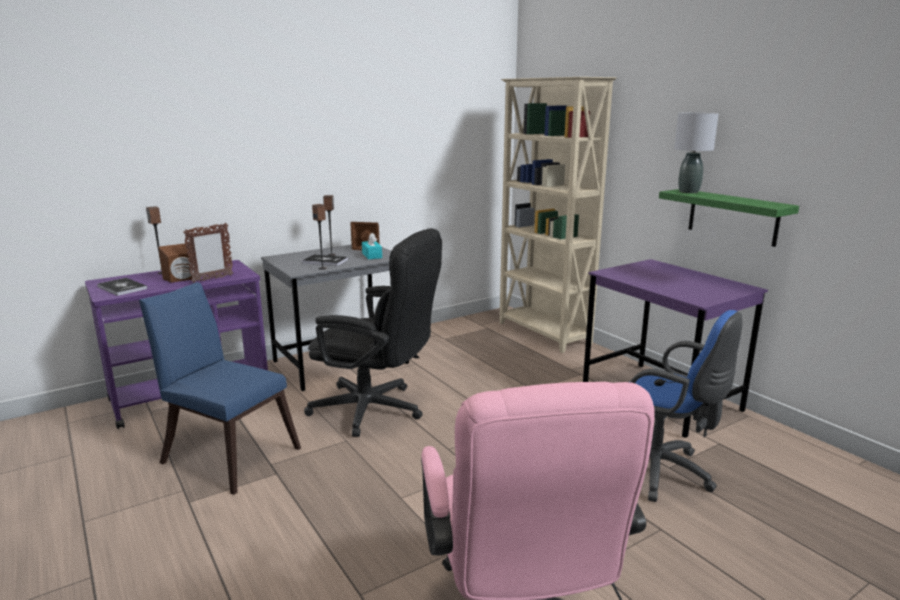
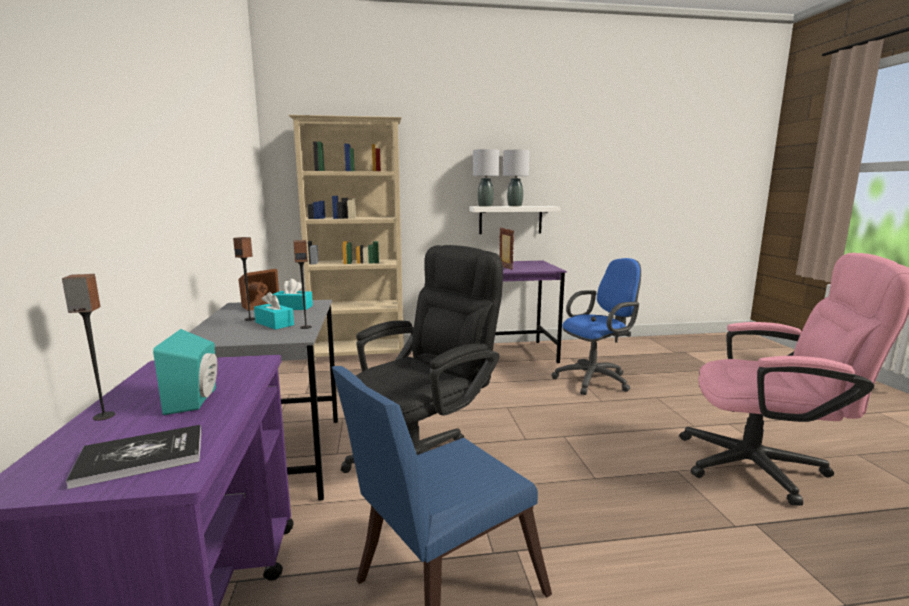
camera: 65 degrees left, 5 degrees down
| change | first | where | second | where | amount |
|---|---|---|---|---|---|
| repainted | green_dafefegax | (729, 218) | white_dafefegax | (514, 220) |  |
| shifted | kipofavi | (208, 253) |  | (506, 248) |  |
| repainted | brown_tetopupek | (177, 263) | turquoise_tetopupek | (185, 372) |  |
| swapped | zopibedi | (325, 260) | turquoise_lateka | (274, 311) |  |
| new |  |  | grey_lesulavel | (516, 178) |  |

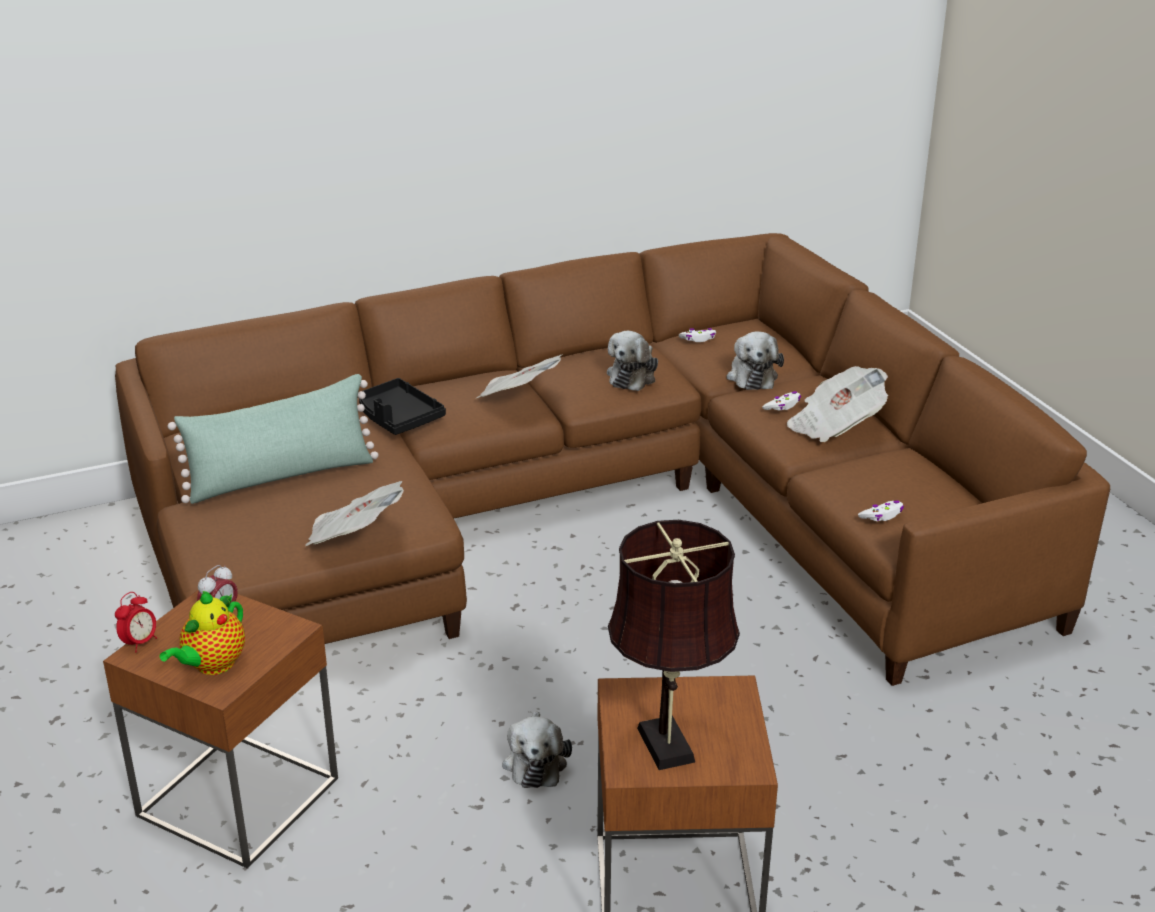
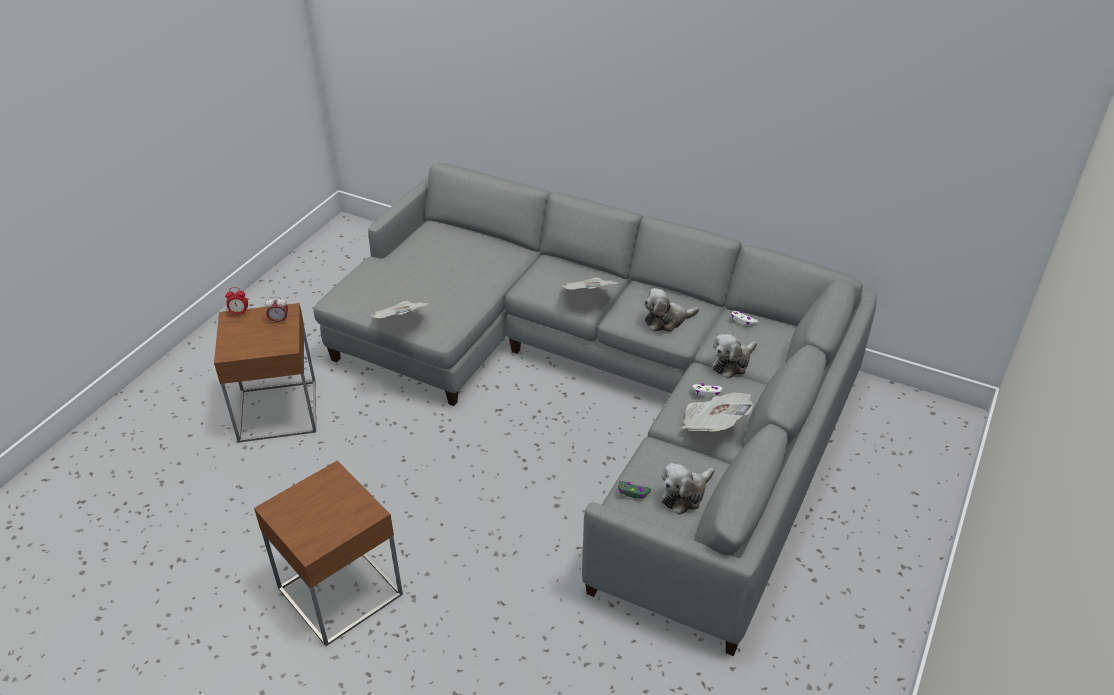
camera: 50 degrees right, 10 degrees up
| change | first | where | second | where | amount |
|---|---|---|---|---|---|
| repainted | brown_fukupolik | (612, 459) | grey_fukupolik | (595, 409) |  |
| gone | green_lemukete | (273, 439) |  |  |  |
| gone | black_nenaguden | (402, 406) |  |  |  |
| repainted | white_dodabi | (881, 510) | green_dodabi | (634, 489) |  |
| gone | brown_lesulavel | (674, 645) |  |  |  |
| gone | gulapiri | (202, 633) |  |  |  |
| shifted | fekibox | (537, 749) |  | (688, 489) |  |

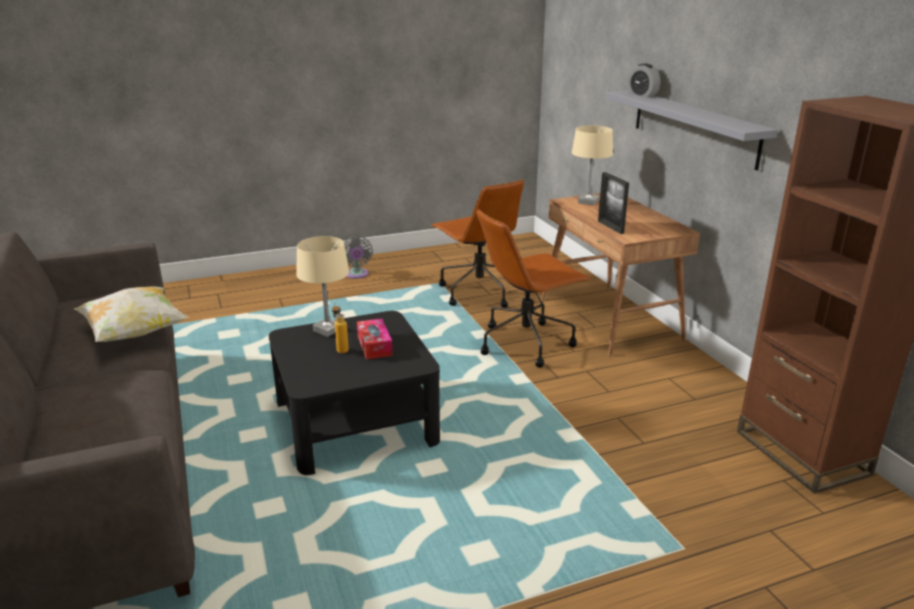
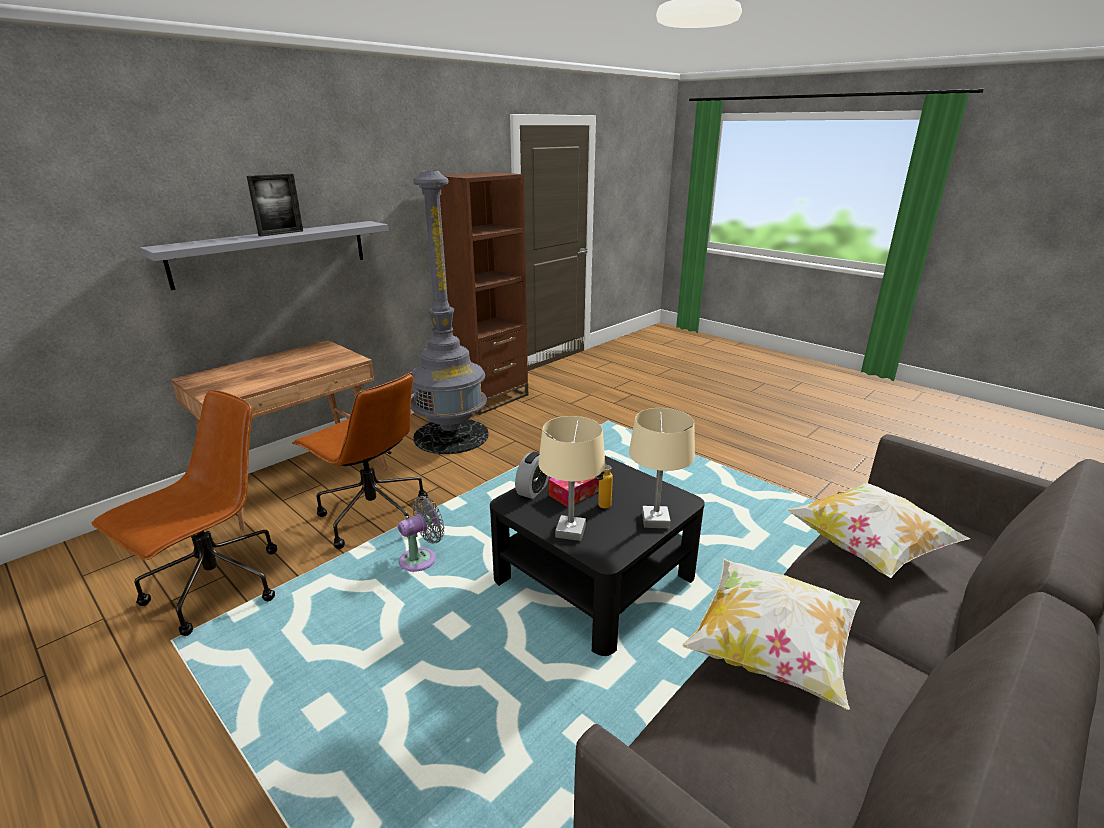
camera: 115 degrees left, 0 degrees up
| change | first | where | second | where | amount |
|---|---|---|---|---|---|
| shifted | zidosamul | (643, 80) |  | (532, 475) |  |
| shifted | beige_lesulavel | (592, 166) |  | (662, 468) |  |
| shifted | kipofavi | (613, 203) |  | (275, 205) |  |
| shifted | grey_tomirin | (358, 257) |  | (421, 534) |  |
| new |  |  | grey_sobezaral | (449, 312) |  |
| new |  |  | lemukete | (879, 530) |  |

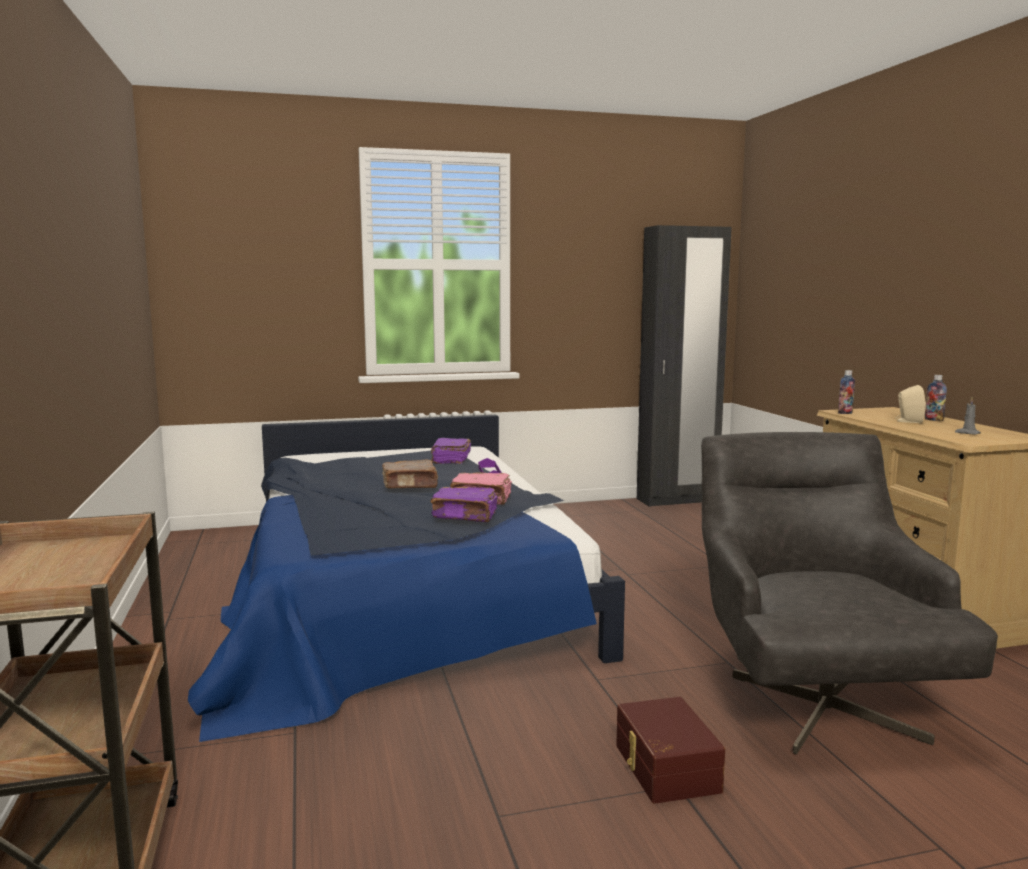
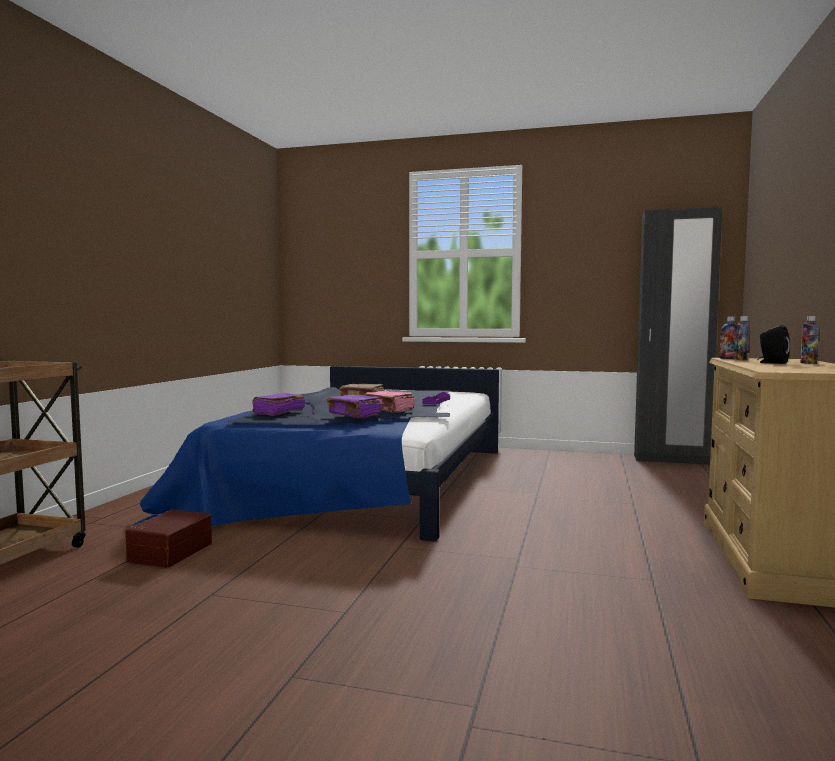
camera: 30 degrees right, 5 degrees down
| change | first | where | second | where | amount |
|---|---|---|---|---|---|
| repainted | beige_tetopupek | (910, 404) | black_tetopupek | (773, 344) |  |
| gone | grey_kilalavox | (968, 416) |  |  |  |
| gone | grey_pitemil | (849, 593) |  |  |  |
| shifted | purple_zopibedi | (451, 451) |  | (278, 404) |  |
| shifted | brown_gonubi | (670, 750) |  | (168, 538) |  |
| new |  |  | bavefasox | (743, 338) |  |

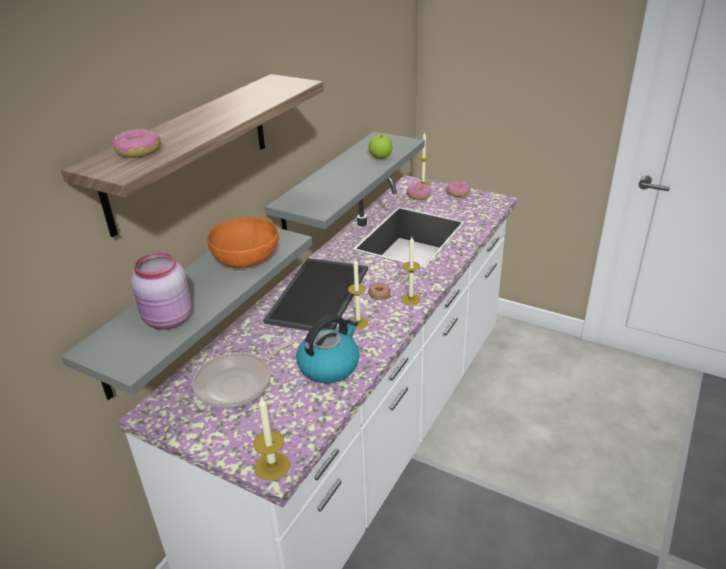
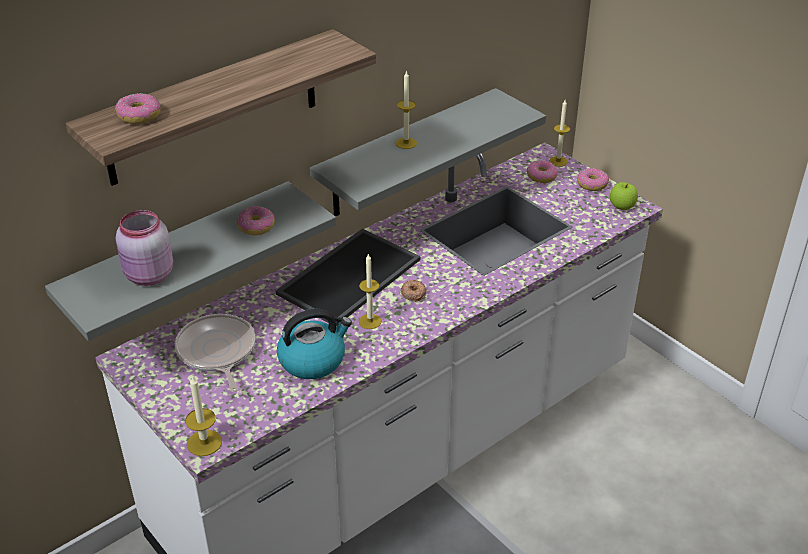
camera: 20 degrees right, 5 degrees up
| change | first | where | second | where | amount |
|---|---|---|---|---|---|
| shifted | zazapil | (381, 147) |  | (624, 196) |  |
| swapped | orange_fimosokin | (243, 242) | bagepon | (256, 221) |  |
| shifted | kilalavox | (411, 271) |  | (406, 109) |  |
| rotated | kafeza | (243, 373) |  | (215, 353) | 90 degrees clockwise |

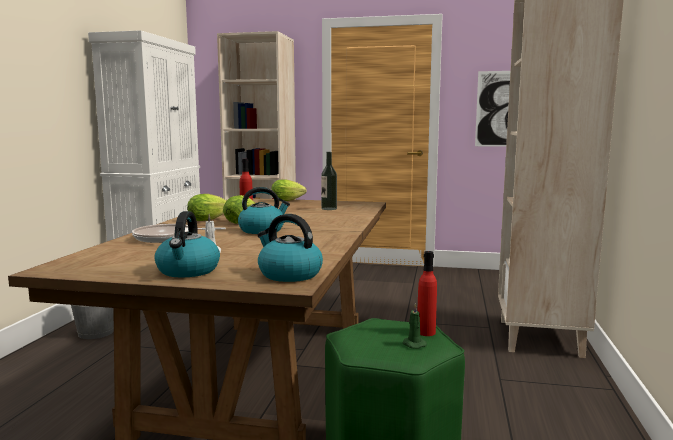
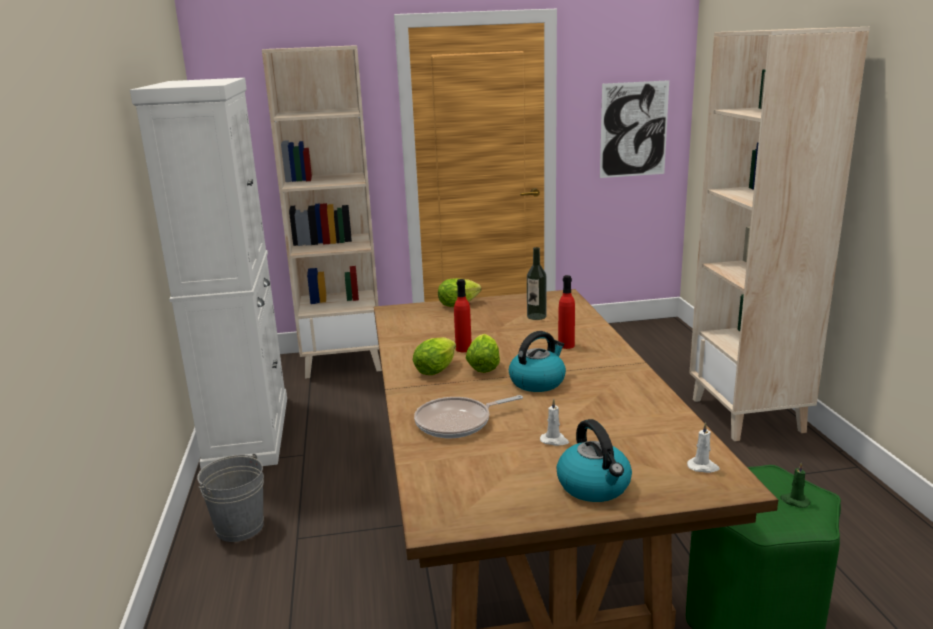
camera: 20 degrees left, 10 degrees up
| change | first | where | second | where | amount |
|---|---|---|---|---|---|
| swapped | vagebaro | (290, 248) | white_kilalavox | (703, 447) |  |
| shifted | red_bavefasox | (427, 293) |  | (566, 312) |  |

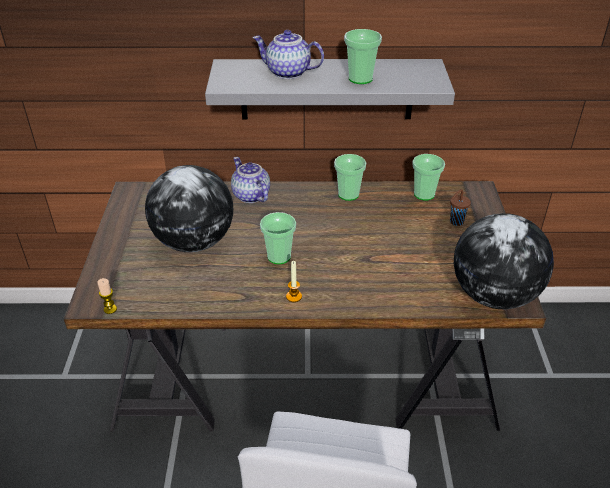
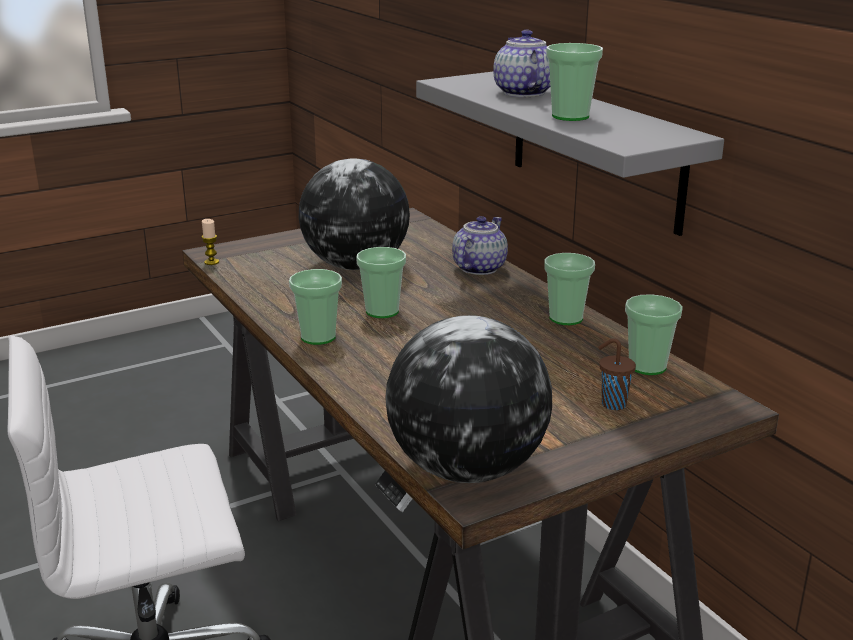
camera: 60 degrees right, 15 degrees down
| change | first | where | second | where | amount |
|---|---|---|---|---|---|
| swapped | kilalavox | (294, 281) | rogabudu | (315, 307) |  |

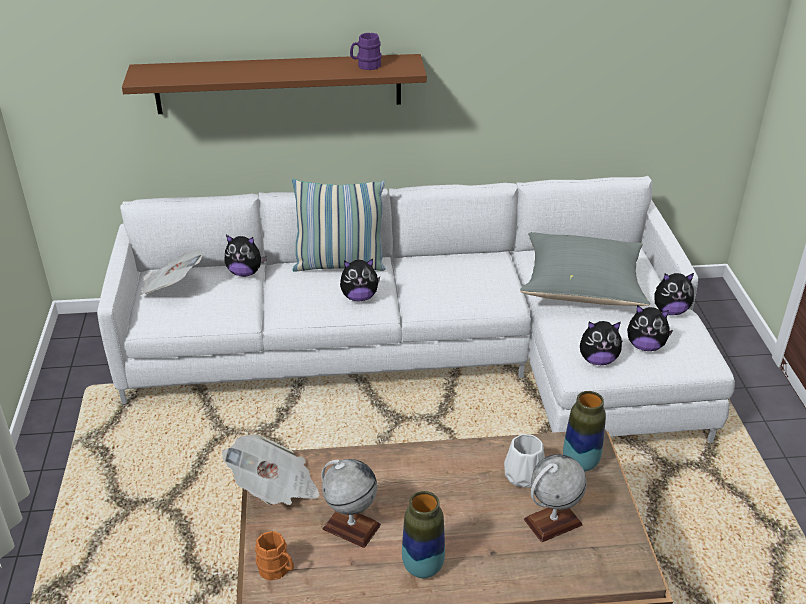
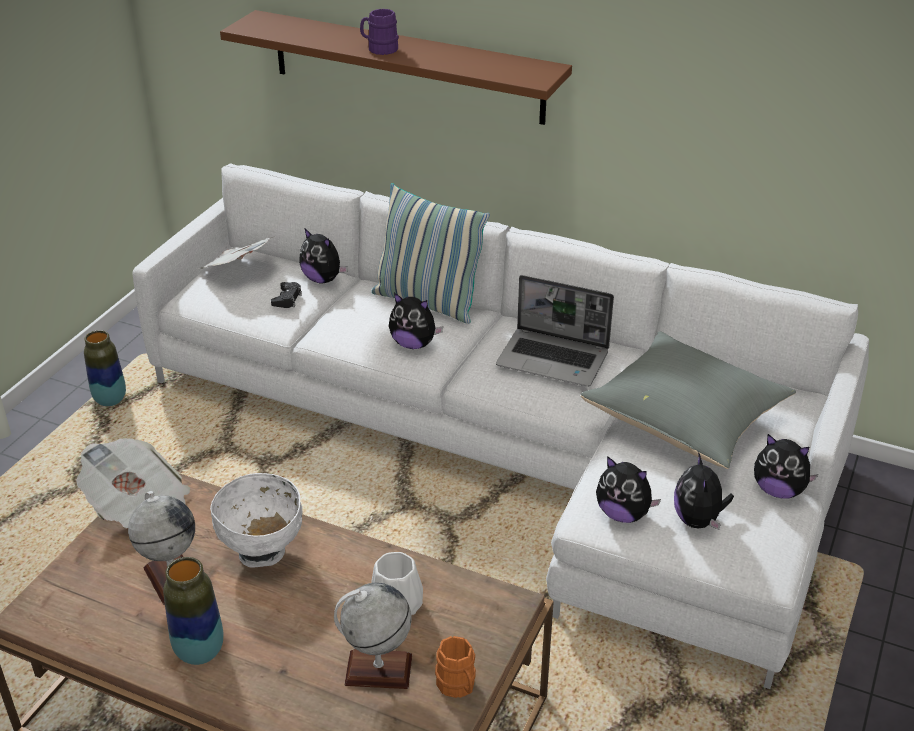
camera: 30 degrees right, 0 degrees up
| change | first | where | second | where | amount |
|---|---|---|---|---|---|
| shifted | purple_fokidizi | (366, 51) |  | (379, 32) |  |
| rotated | fekibox | (650, 328) |  | (704, 491) | 45 degrees clockwise |
| shifted | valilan | (584, 431) |  | (105, 368) |  |
| shifted | orange_fokidizi | (274, 555) |  | (455, 667) |  |
| new |  |  | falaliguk | (555, 331) |  |
| new |  |  | black_dodabi | (286, 295) |  |
| new |  |  | white_fimosokin | (256, 520) |  |

